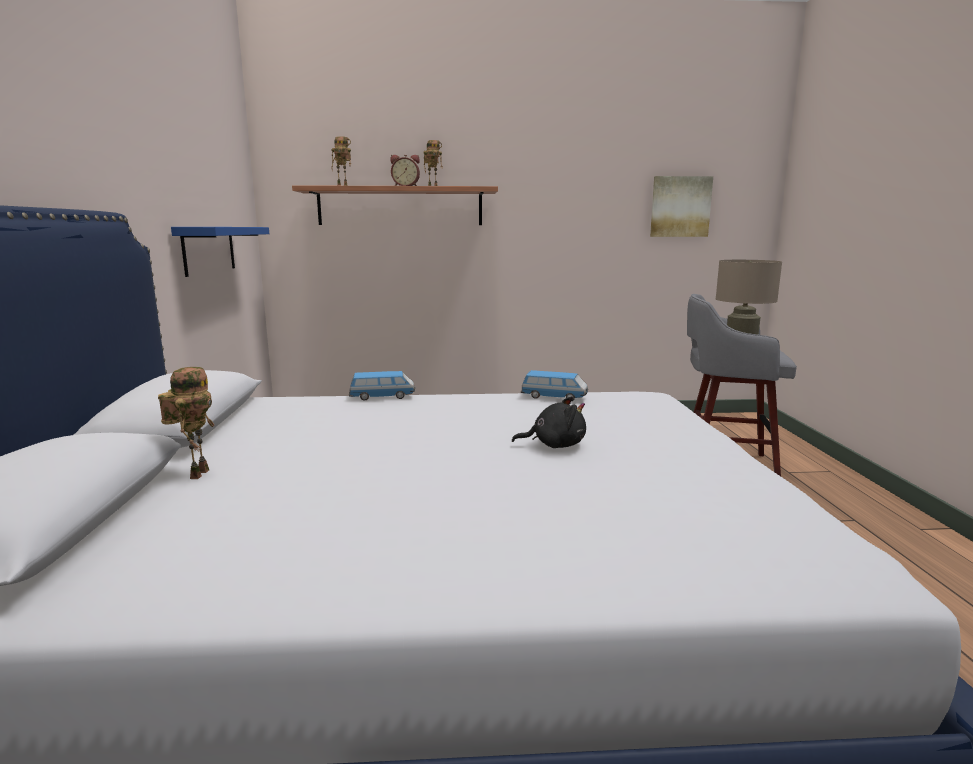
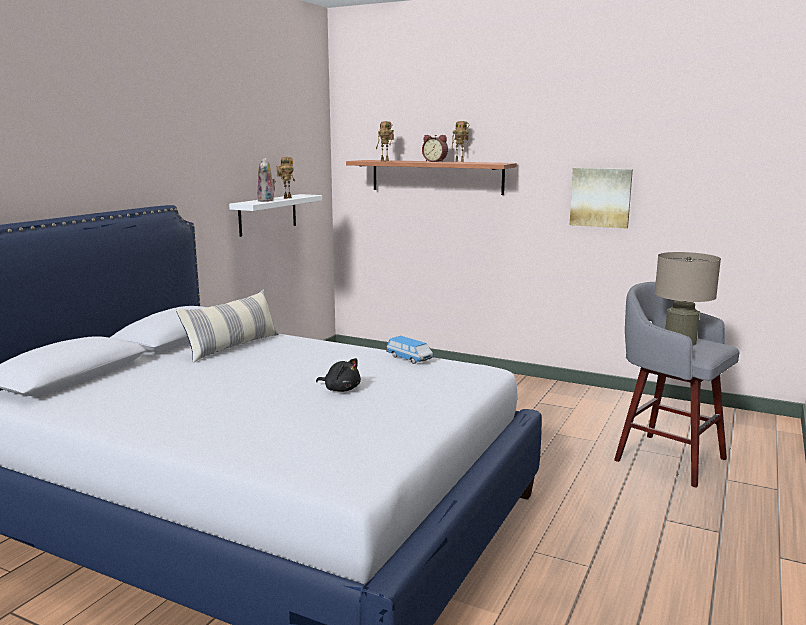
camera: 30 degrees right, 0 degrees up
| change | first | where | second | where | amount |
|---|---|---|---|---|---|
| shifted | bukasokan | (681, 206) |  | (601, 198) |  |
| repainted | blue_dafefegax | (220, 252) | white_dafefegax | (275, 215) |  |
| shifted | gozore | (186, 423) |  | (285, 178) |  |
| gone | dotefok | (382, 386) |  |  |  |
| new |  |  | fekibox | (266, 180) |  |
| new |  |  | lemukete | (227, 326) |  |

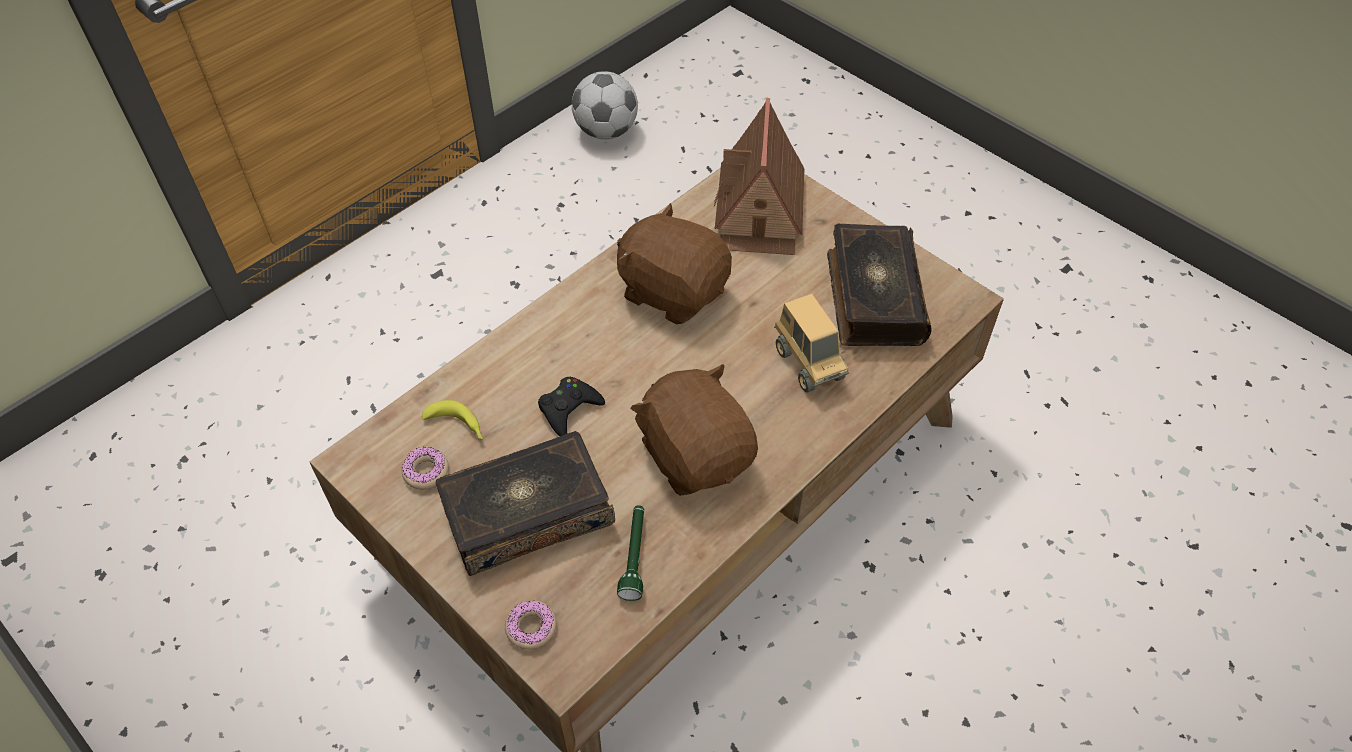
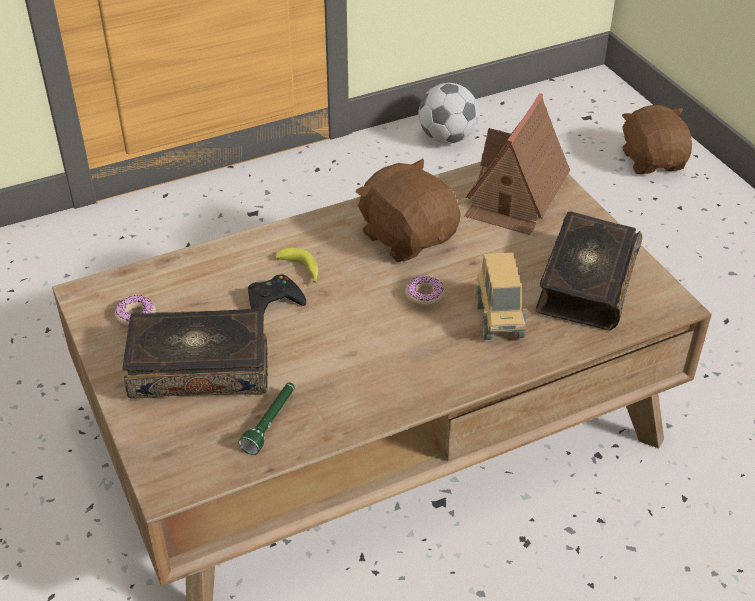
camera: 20 degrees right, 10 degrees down
| change | first | where | second | where | amount |
|---|---|---|---|---|---|
| shifted | brown_fekibox | (694, 430) |  | (657, 139) |  |
| shifted | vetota | (452, 420) |  | (296, 265) |  |
| shifted | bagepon | (530, 625) |  | (425, 291) |  |

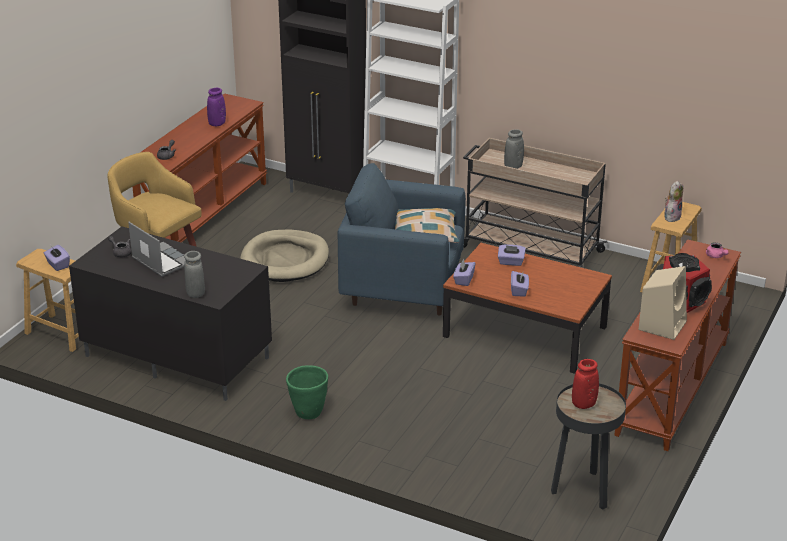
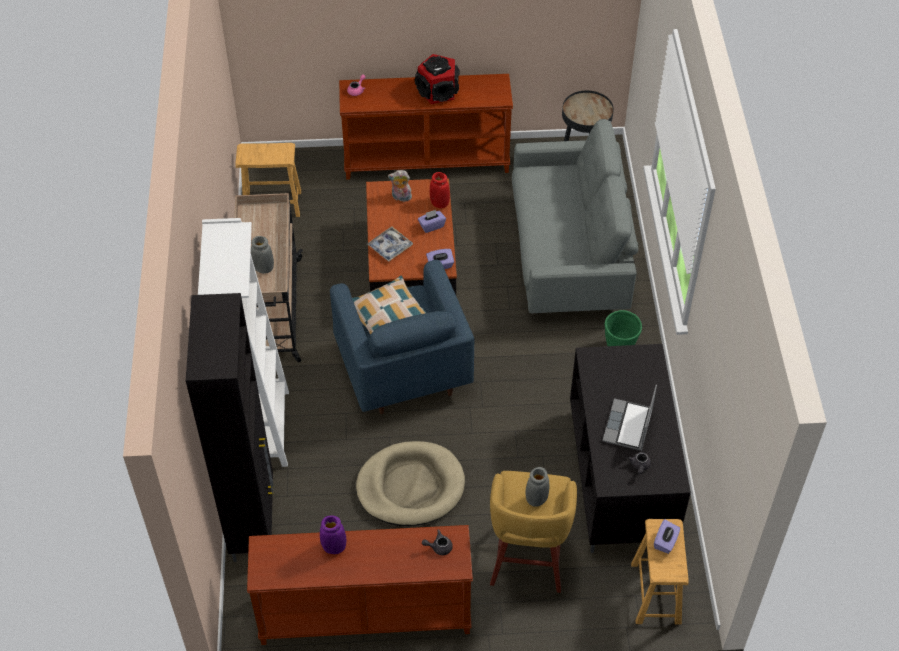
camera: 120 degrees left, 20 degrees up
| change | first | where | second | where | amount |
|---|---|---|---|---|---|
| shifted | fekibox | (673, 202) |  | (400, 186) |  |
| swapped | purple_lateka | (512, 255) | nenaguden | (390, 244) |  |
| shifted | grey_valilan | (194, 274) |  | (537, 487) |  |
| gone | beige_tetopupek | (662, 303) |  |  |  |
| shifted | red_valilan | (585, 384) |  | (440, 190) |  |
| new |  |  | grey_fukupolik | (575, 216) |  |

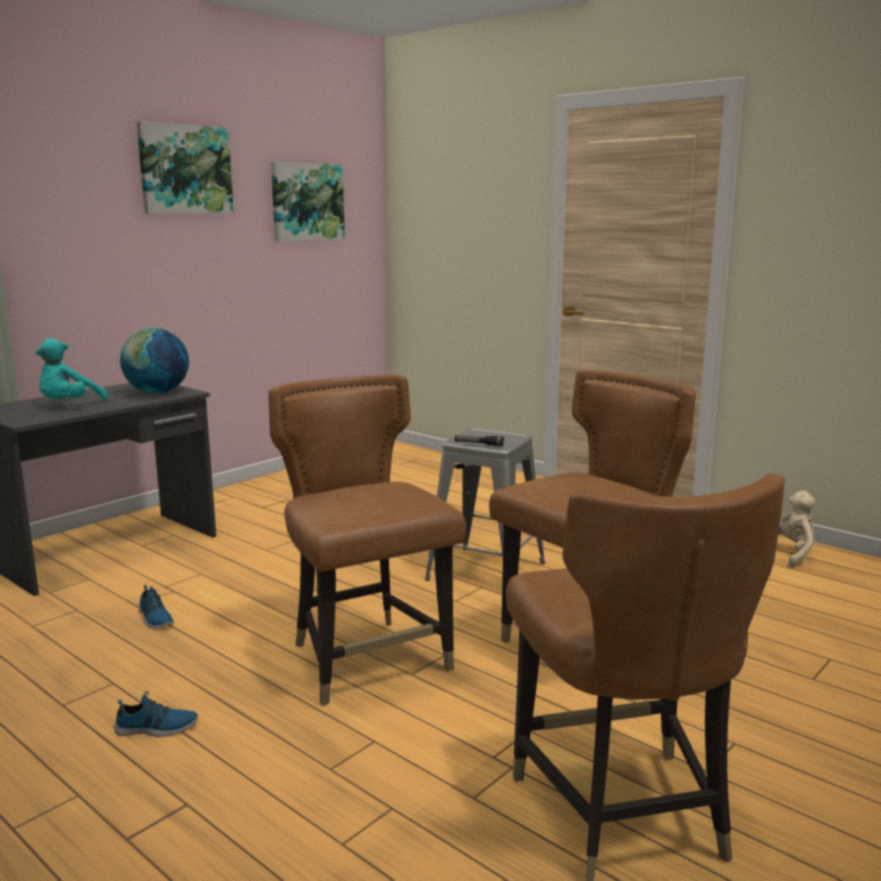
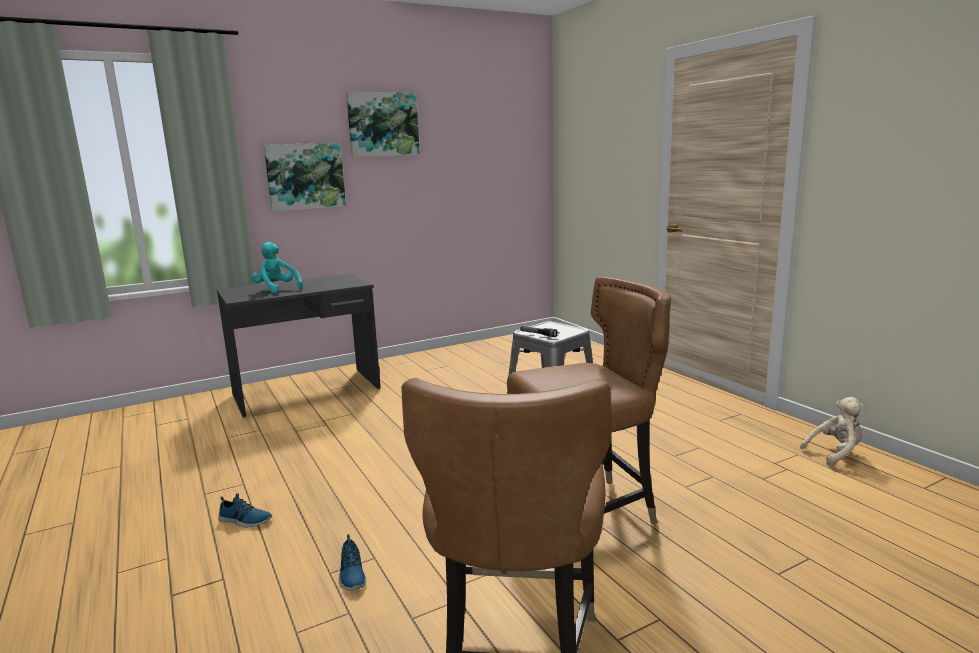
camera: 20 degrees right, 0 degrees up
| change | first | where | second | where | amount |
|---|---|---|---|---|---|
| shifted | bukasokan | (308, 202) |  | (305, 177) |  |
| gone | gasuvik | (154, 361) |  |  |  |
| rotated | turquoise_fekibox | (72, 369) |  | (277, 267) | 90 degrees clockwise |
| gone | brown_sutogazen | (367, 540) |  |  |  |
| shifted | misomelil | (156, 606) |  | (352, 562) |  |

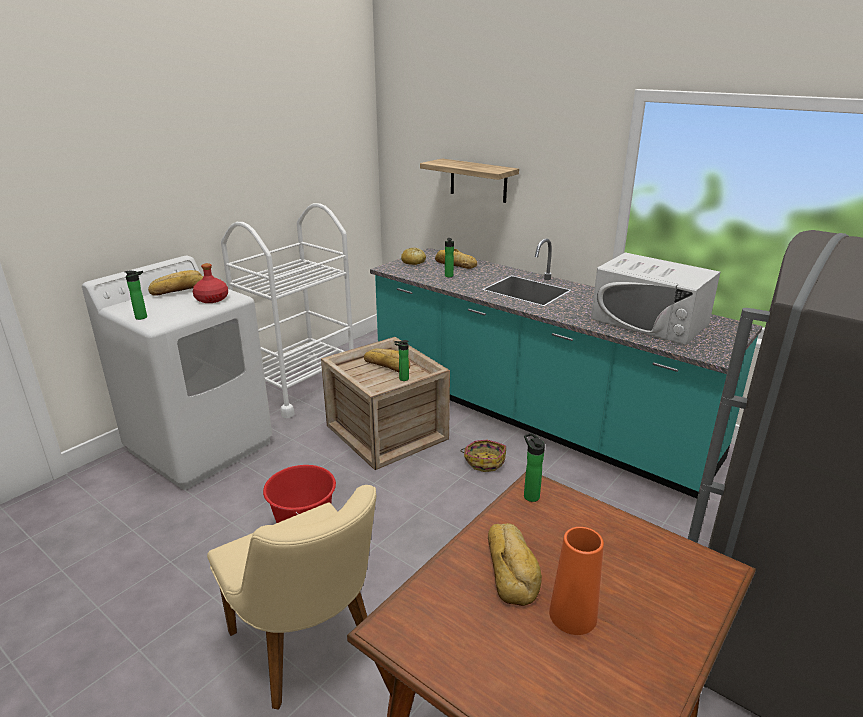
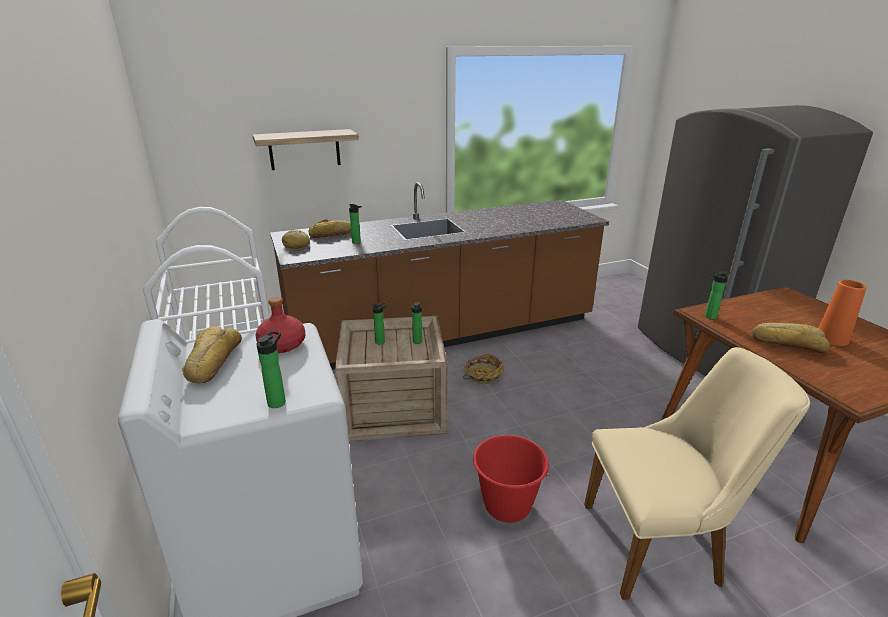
camera: 60 degrees left, 0 degrees up
| change | first | where | second | where | amount |
|---|---|---|---|---|---|
| repainted | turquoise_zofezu | (566, 368) | brown_zofezu | (439, 276) |  |
| gone | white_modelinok | (655, 298) |  |  |  |
| swapped | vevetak | (387, 360) | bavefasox | (379, 323) |  |

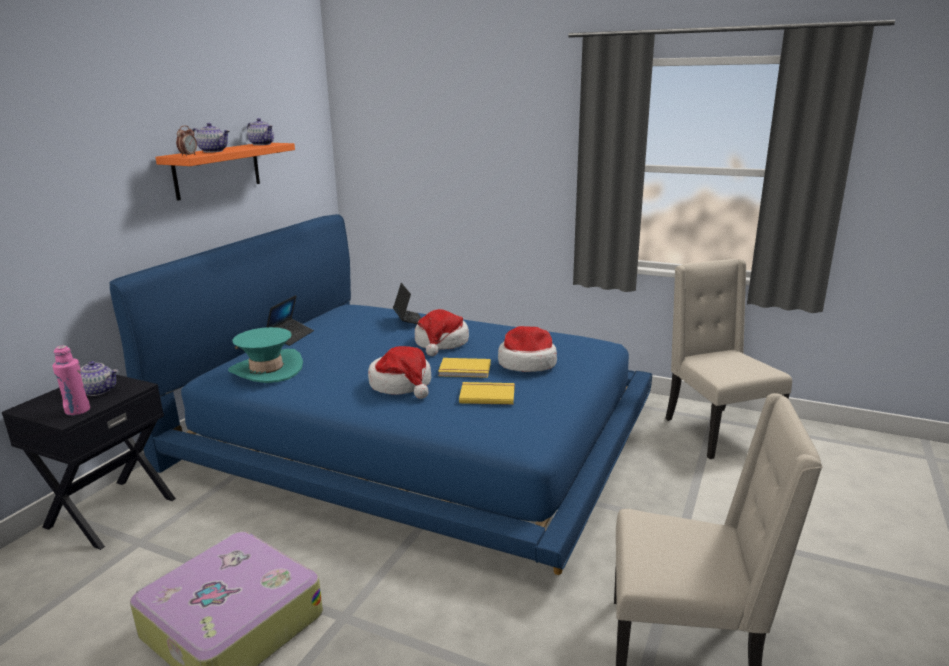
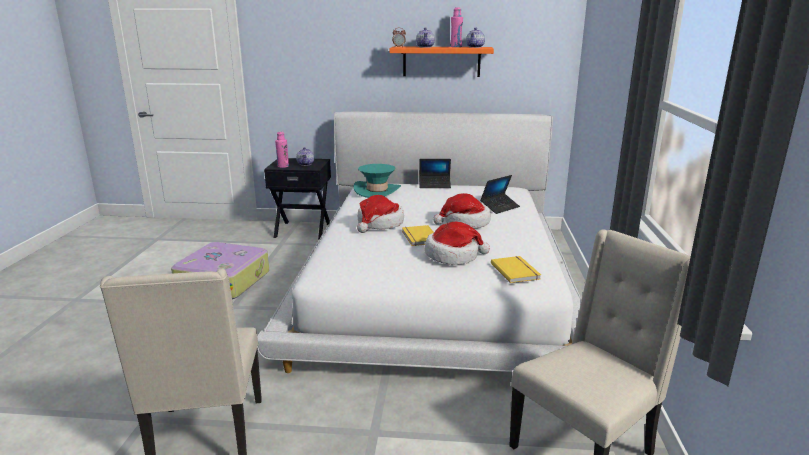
camera: 70 degrees right, 0 degrees up
| change | first | where | second | where | amount |
|---|---|---|---|---|---|
| repainted | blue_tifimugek | (381, 394) | white_tifimugek | (419, 242) |  |
| shifted | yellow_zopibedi | (487, 393) |  | (516, 269) |  |
| new |  |  | pink_bavefasox | (456, 27) |  |

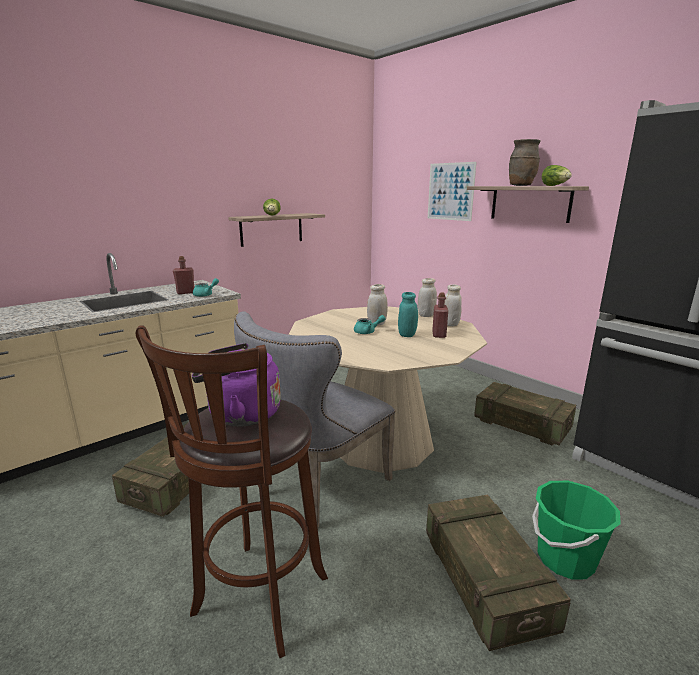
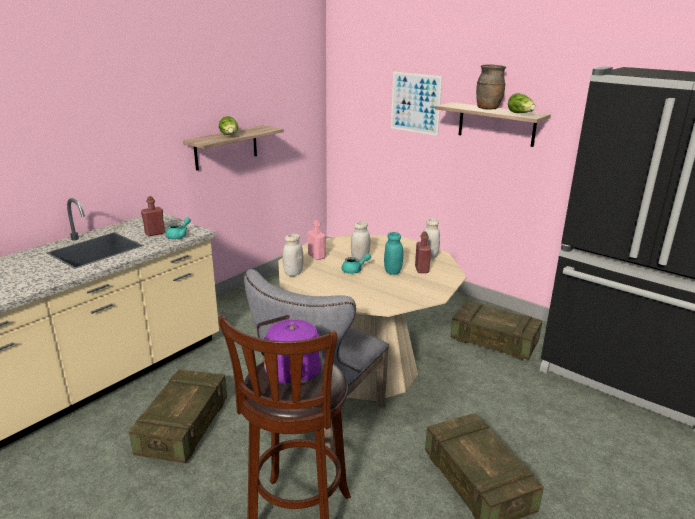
camera: 10 degrees left, 5 degrees up
| change | first | where | second | where | amount |
|---|---|---|---|---|---|
| shifted | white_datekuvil | (427, 297) |  | (292, 255) |  |
| gone | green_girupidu | (576, 530) |  |  |  |
| new |  |  | pink_bavefasox | (317, 240) |  |

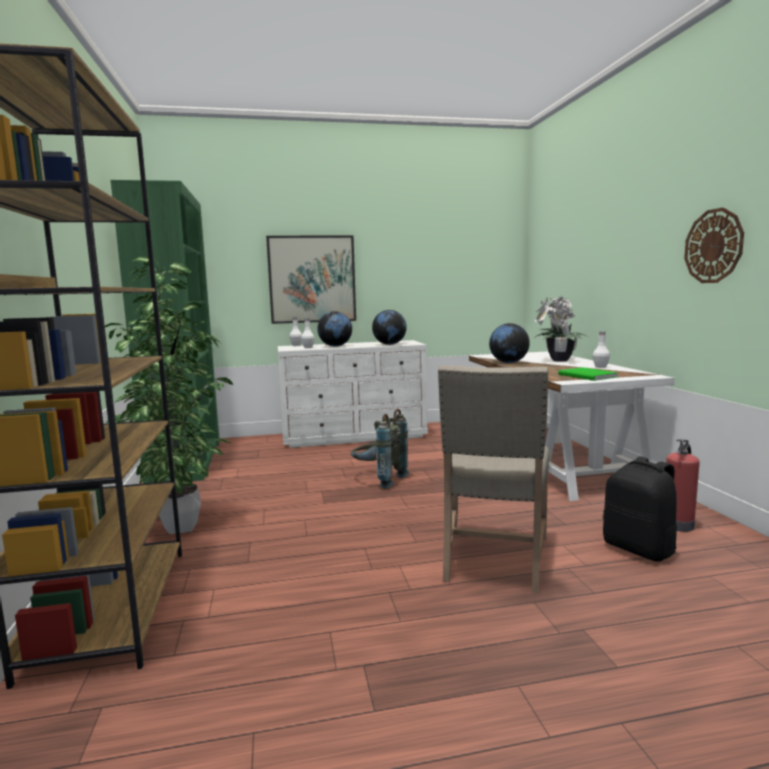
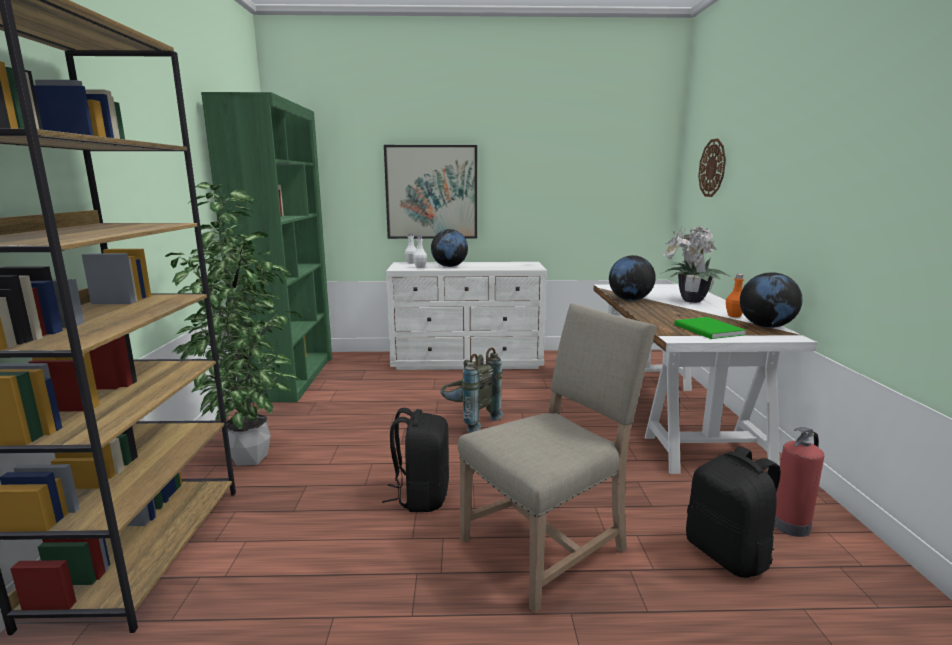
camera: 10 degrees right, 5 degrees up
| change | first | where | second | where | amount |
|---|---|---|---|---|---|
| shifted | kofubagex | (714, 245) |  | (712, 168) |  |
| shifted | gasuvik | (389, 327) |  | (771, 300) |  |
| repainted | white_bavefasox | (601, 349) | orange_bavefasox | (735, 295) |  |
| rotated | beige_sutogazen | (494, 479) |  | (557, 458) | 150 degrees counterclockwise |
| new |  |  | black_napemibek | (415, 460) |  |

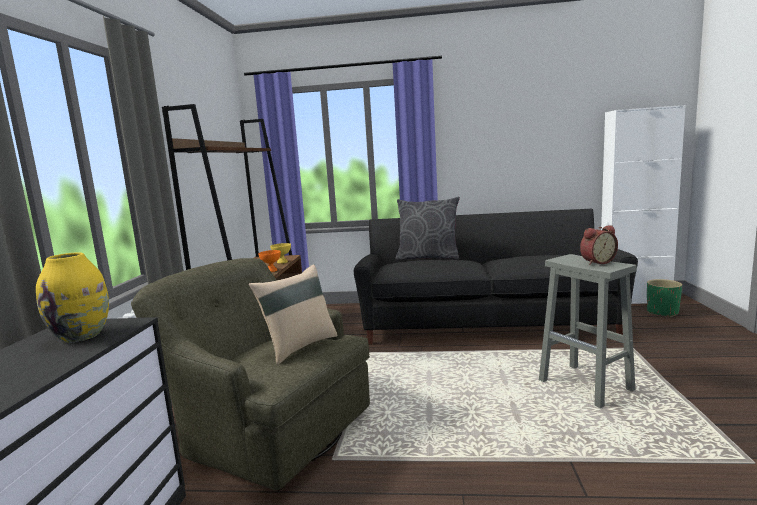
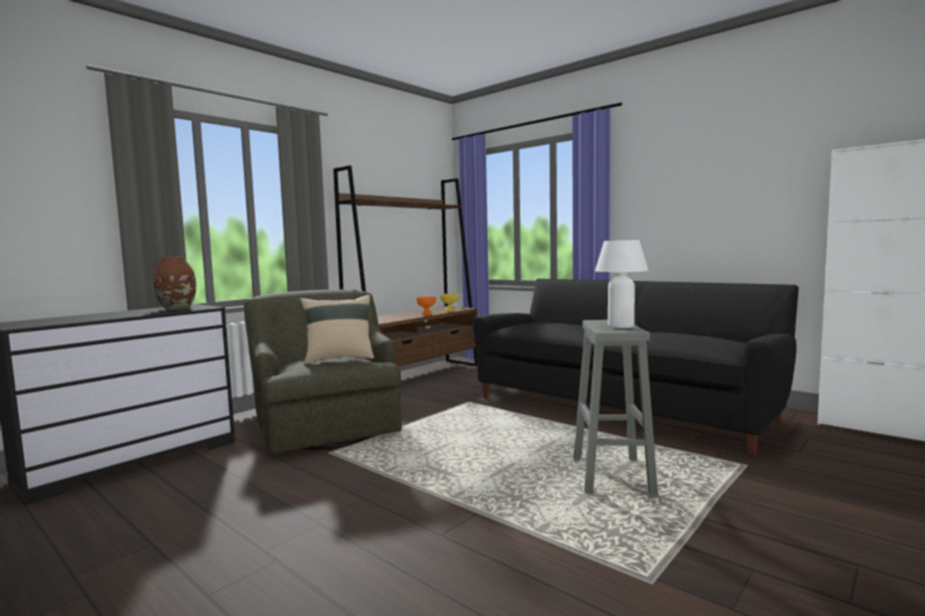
camera: 35 degrees right, 5 degrees down
| change | first | where | second | where | amount |
|---|---|---|---|---|---|
| gone | grey_lemukete | (427, 228) |  |  |  |
| swapped | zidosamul | (599, 245) | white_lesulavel | (622, 284) |  |
| repainted | yellow_valilan | (72, 297) | brown_valilan | (175, 283) |  |
| gone | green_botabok | (664, 298) |  |  |  |

